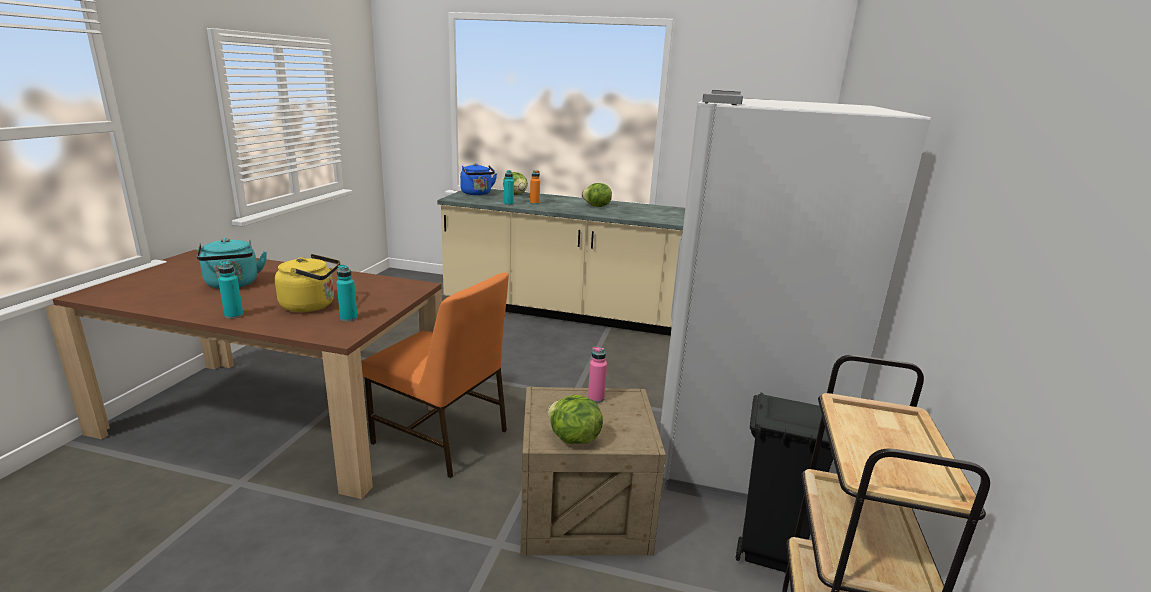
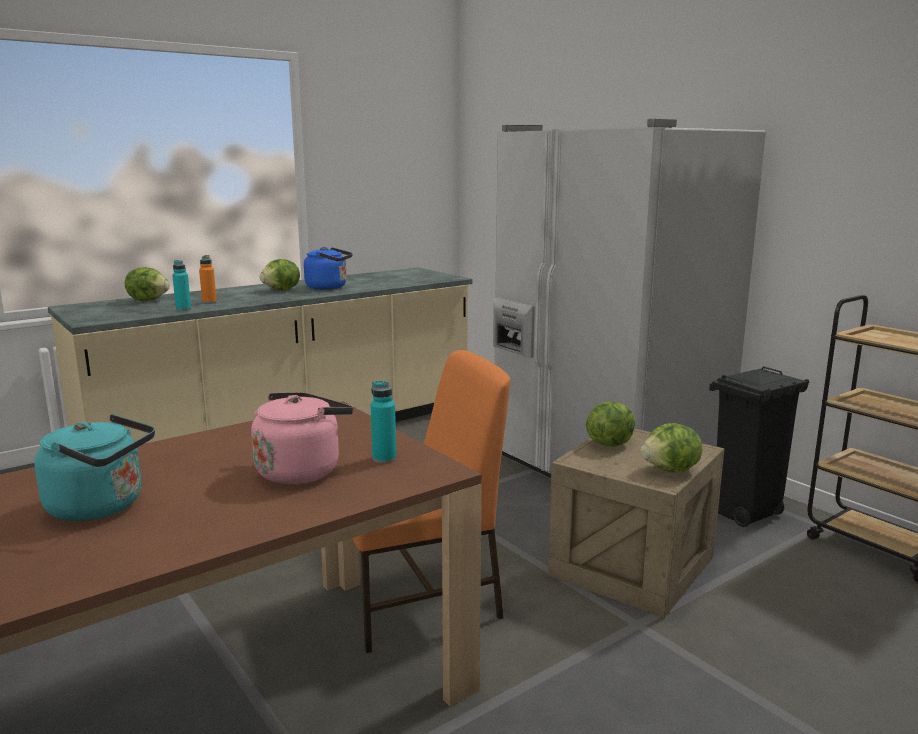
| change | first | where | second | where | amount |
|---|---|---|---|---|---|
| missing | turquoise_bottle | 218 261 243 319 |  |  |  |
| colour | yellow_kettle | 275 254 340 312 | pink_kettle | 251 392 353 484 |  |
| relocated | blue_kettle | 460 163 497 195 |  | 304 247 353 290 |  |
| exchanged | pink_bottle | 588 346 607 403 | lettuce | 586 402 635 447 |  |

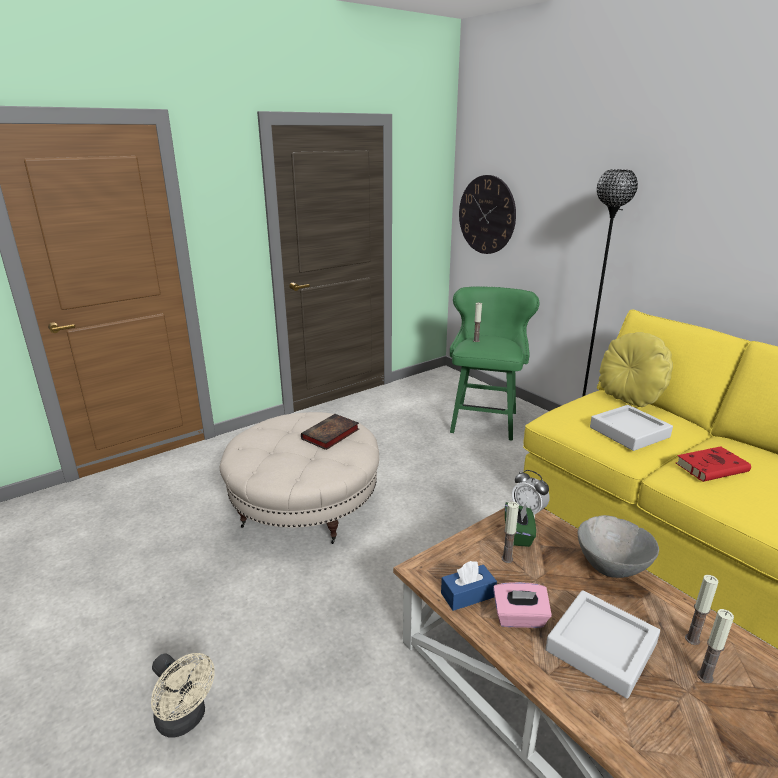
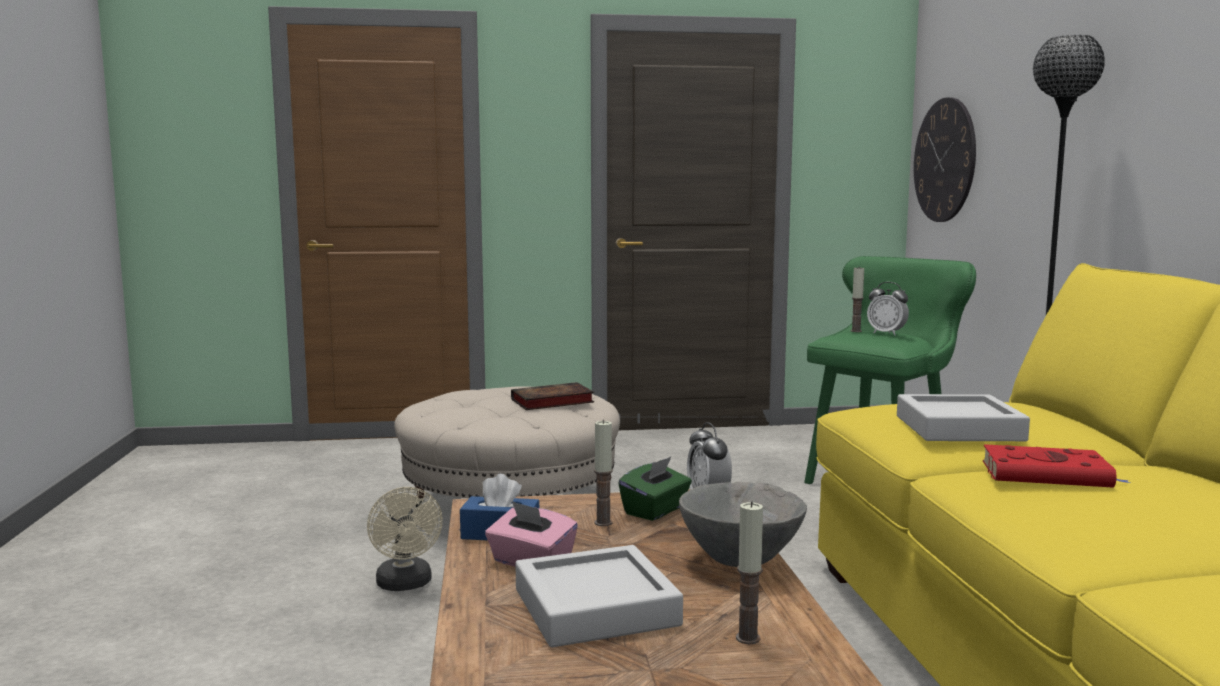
| change | first | where | second | where | amount |
|---|---|---|---|---|---|
| relocated | beige_fan | 151 653 215 738 |  | 367 487 443 591 |  |
| missing | yellow_pillow | 599 332 673 407 |  |  |  |
| missing | candle | 697 609 734 683 |  |  |  |
| appeared |  |  | alarm_clock | 867 282 909 335 |  |

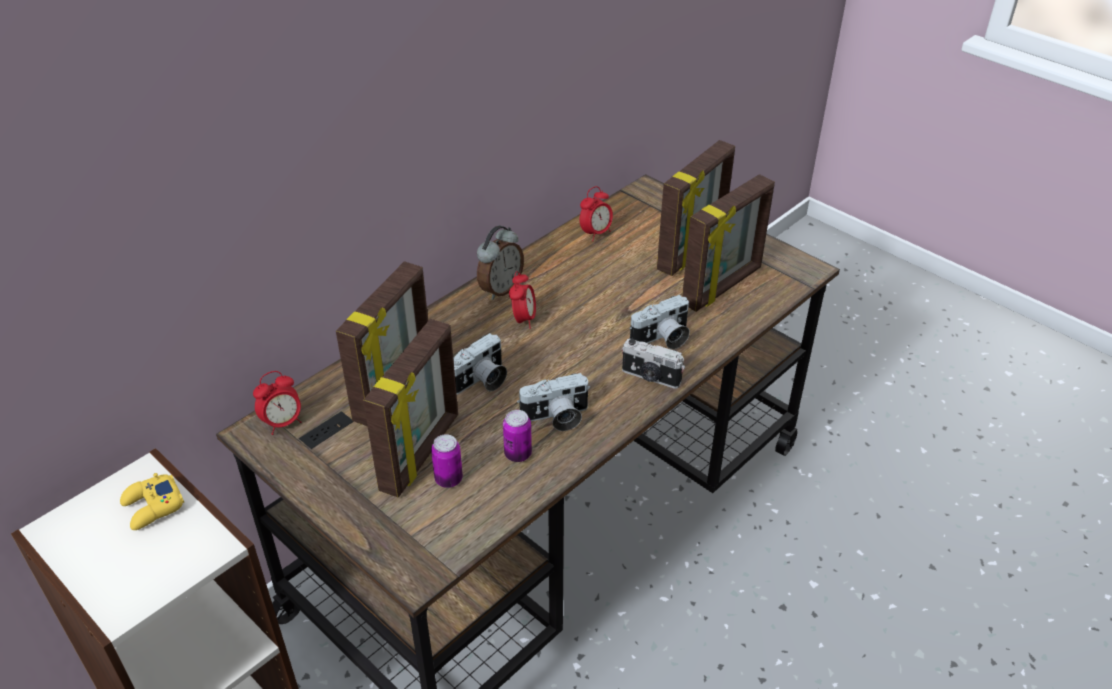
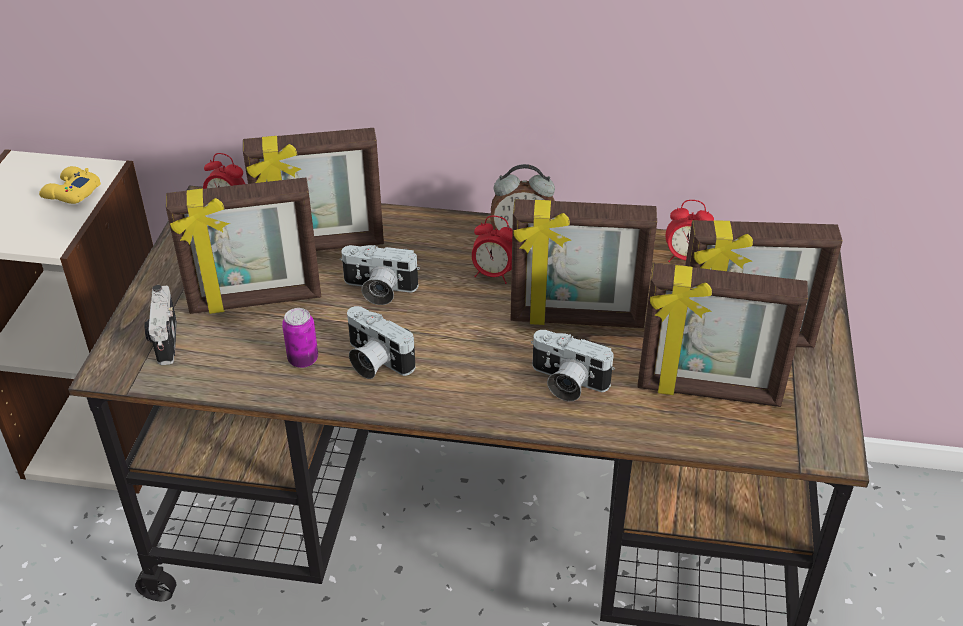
| change | first | where | second | where | amount |
|---|---|---|---|---|---|
| missing | can | 431 434 463 488 |  |  |  |
| spun | alarm_clock | 509 271 536 329 |  | 472 215 513 284 | 45 degrees clockwise |
| relocated | photo_camera | 622 339 685 389 |  | 145 285 177 365 |  |
| appeared |  |  | picture_frame | 511 199 657 328 |  |

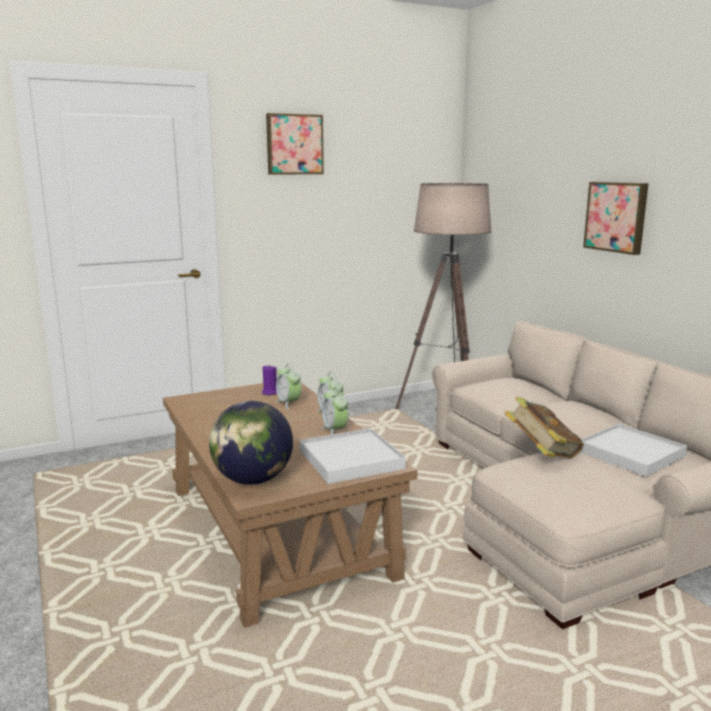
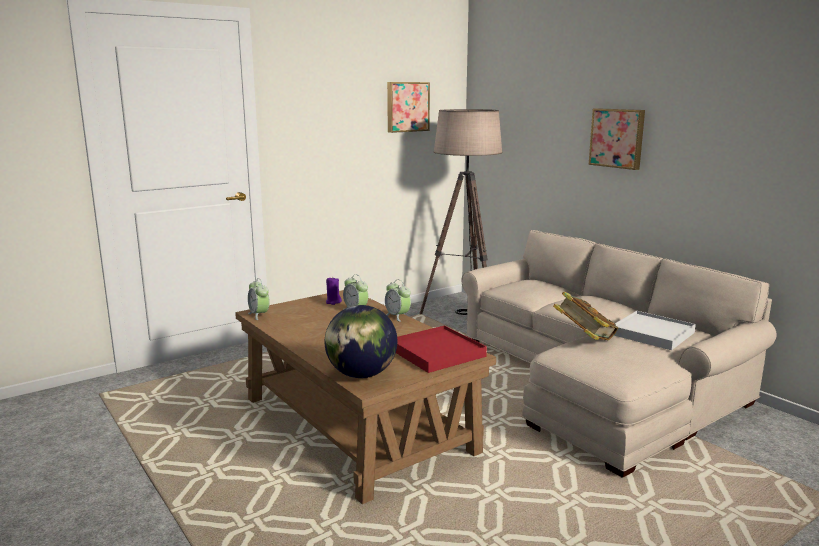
| change | first | where | second | where | amount |
|---|---|---|---|---|---|
| relocated | picture | 266 113 324 175 |  | 387 82 430 133 |  |
| colour | white_tray | 300 428 406 484 | red_tray | 396 326 487 373 |  |
| relocated | alarm_clock | 322 387 348 435 |  | 248 278 270 320 |  |

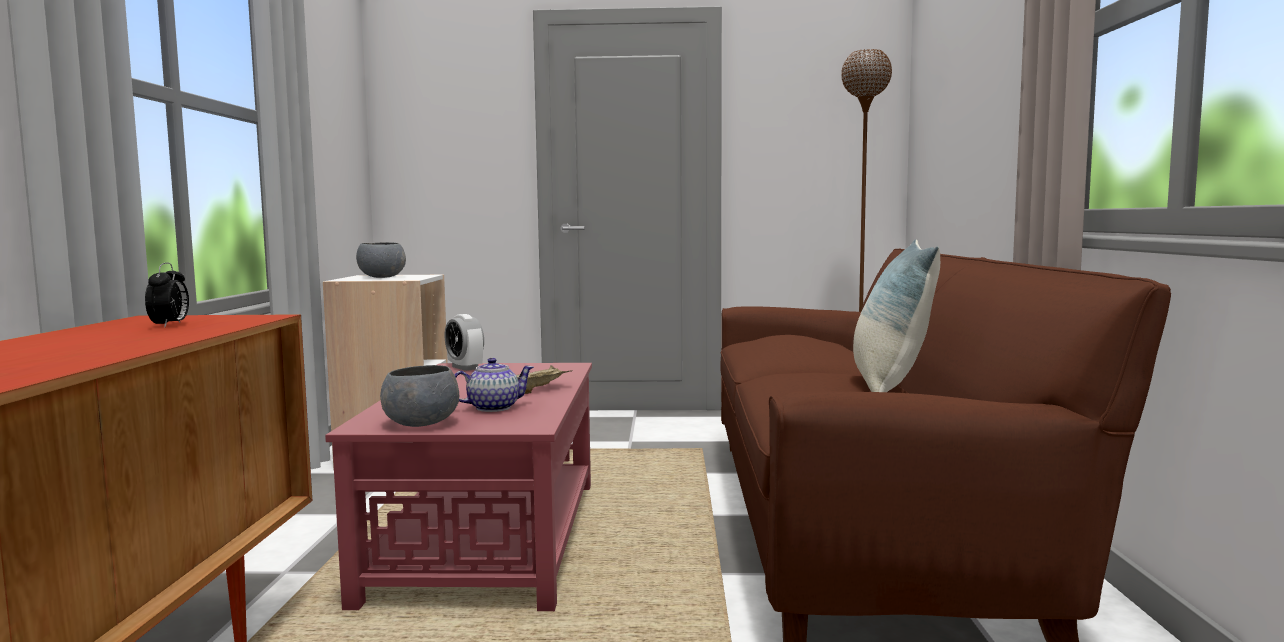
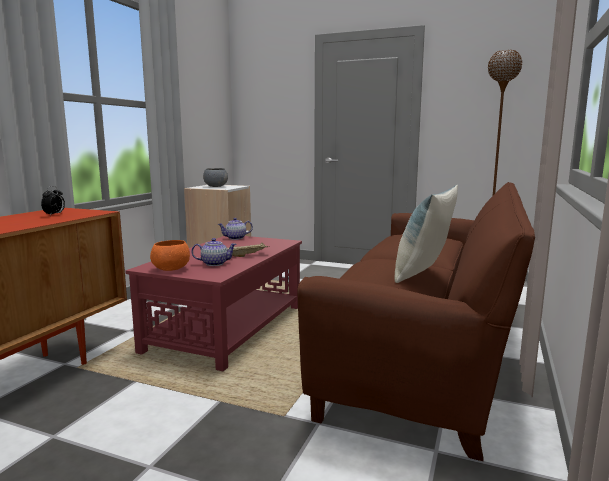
| change | first | where | second | where | amount |
|---|---|---|---|---|---|
| colour | grey_bowl | 380 365 459 427 | orange_bowl | 150 240 190 271 |  |
| exchanged | alarm_clock | 445 314 484 371 | teapot | 218 218 253 240 |  |

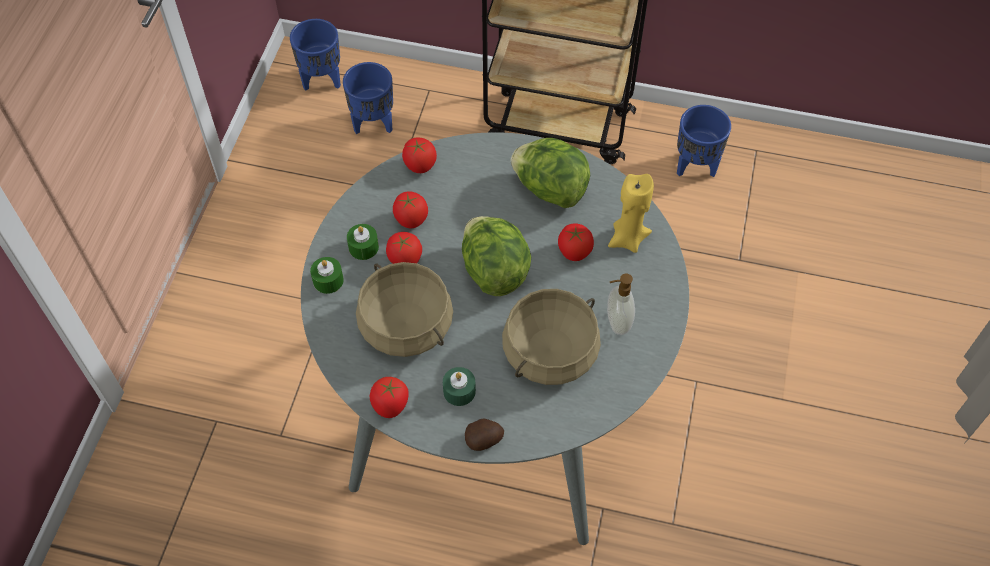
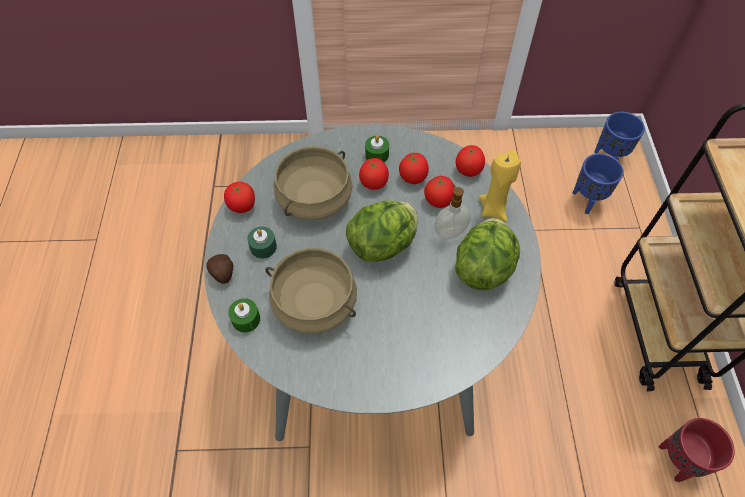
| change | first | where | second | where | amount |
|---|---|---|---|---|---|
| relocated | green_candle | 310 257 344 294 |  | 228 298 260 333 |  |
| relocated | tomato | 558 223 594 261 |  | 424 176 454 208 |  |
| relocated | soap_dispenser | 607 273 635 335 |  | 434 183 471 239 |  |
| relocated | yellow_candle | 608 174 654 253 |  | 479 150 521 222 |  |
| colour | blue_planter | 677 105 731 177 | red_planter | 659 418 735 482 |  |

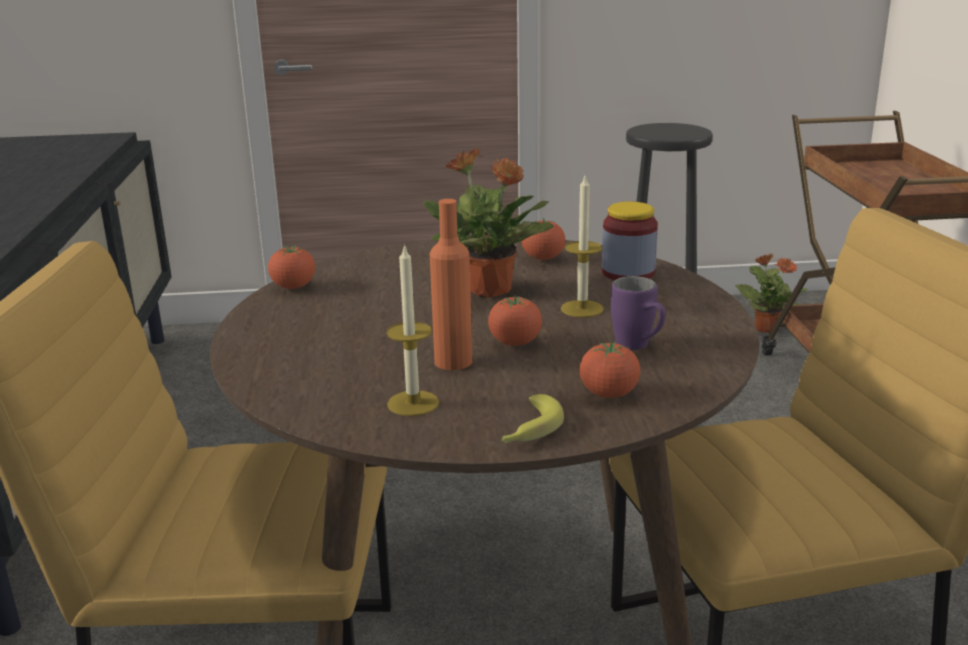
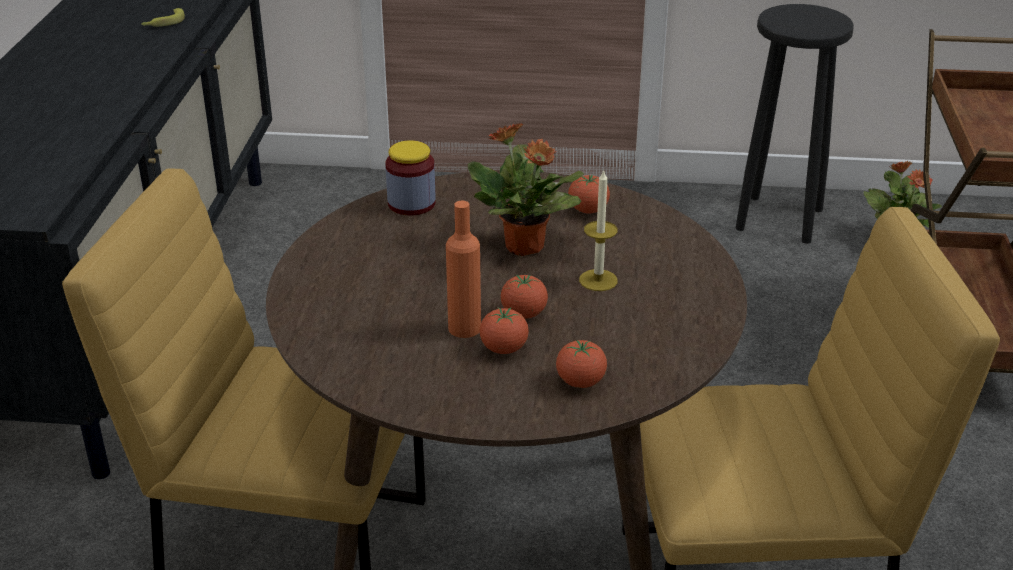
| change | first | where | second | where | amount |
|---|---|---|---|---|---|
| relocated | tomato | 268 245 315 289 |  | 479 307 529 354 |  |
| missing | candle | 386 244 439 416 |  |  |  |
| relocated | banana | 502 394 564 443 |  | 141 8 185 27 |  |
| relocated | jar | 602 201 658 280 |  | 385 140 436 215 |  |
| missing | purple_mug | 611 276 665 350 |  |  |  |

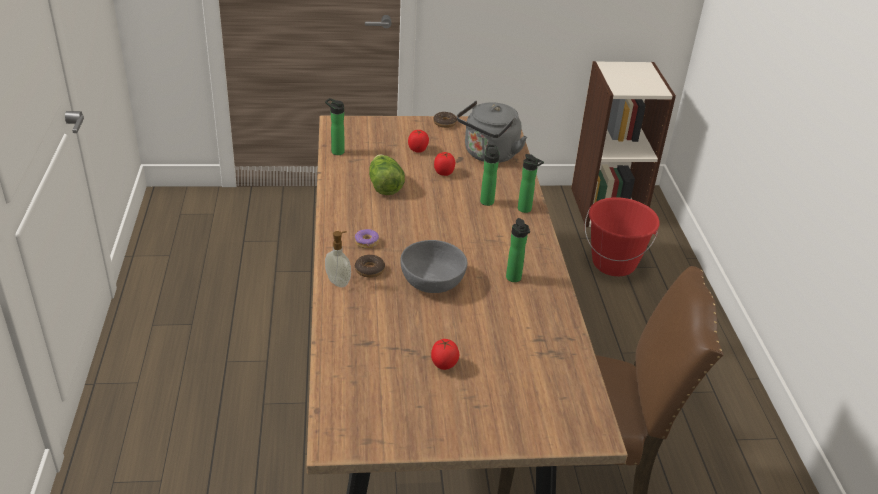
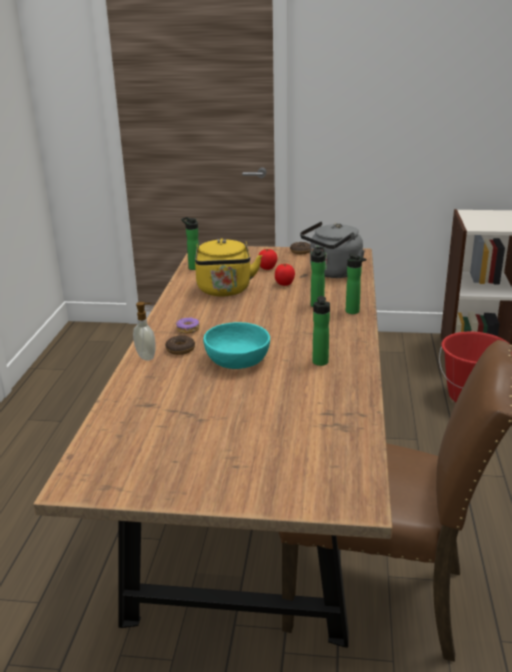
| change | first | where | second | where | amount |
|---|---|---|---|---|---|
| exchanged | lettuce | 369 154 405 195 | yellow_kettle | 195 238 262 296 |  |
| colour | grey_bowl | 400 240 467 293 | turquoise_bowl | 203 322 270 369 |  |
| missing | tomato | 431 339 459 370 |  |  |  |

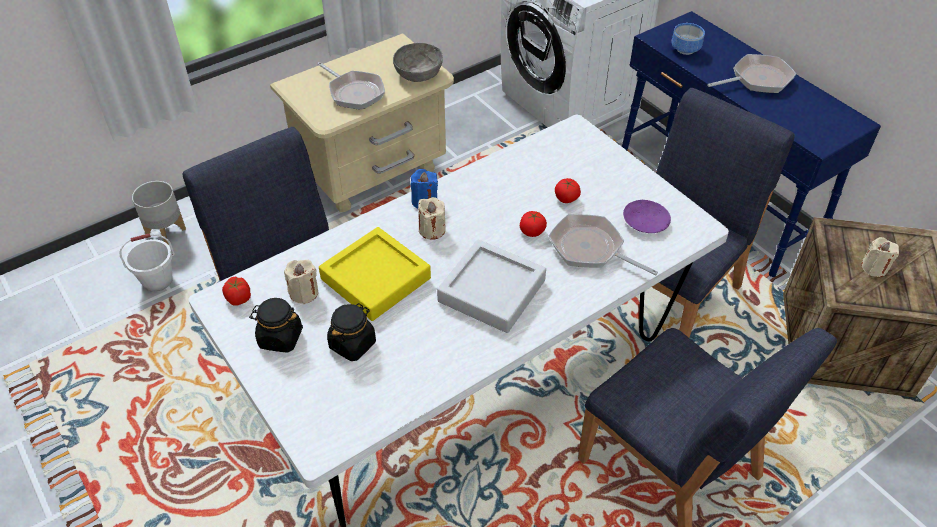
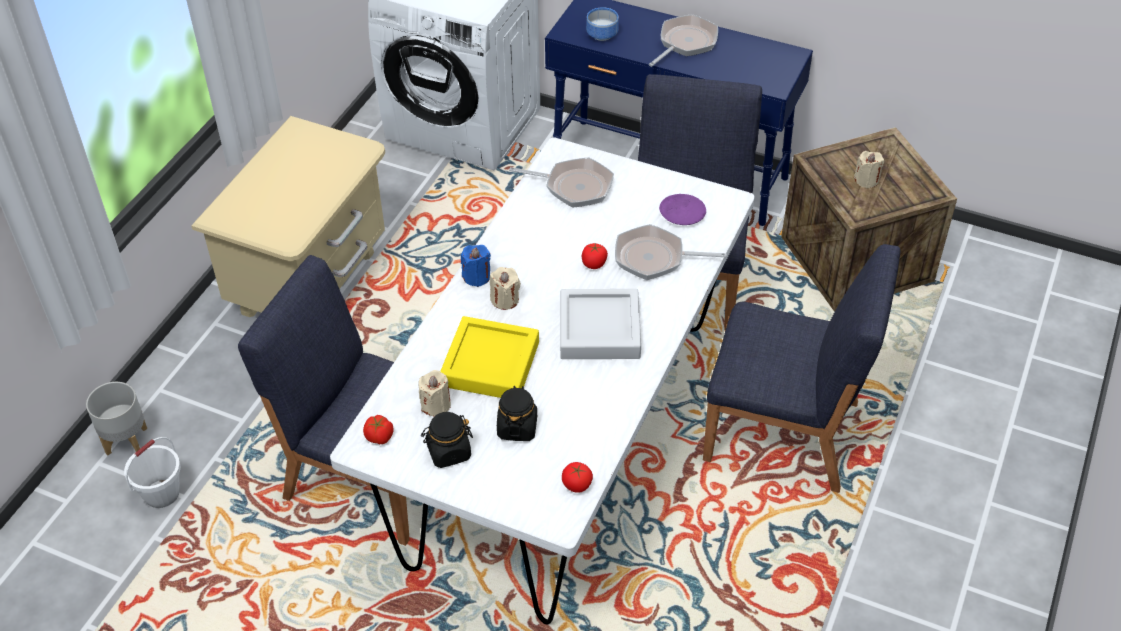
| change | first | where | second | where | amount |
|---|---|---|---|---|---|
| relocated | frying_pan | 318 62 385 110 |  | 509 157 614 207 |  |
| missing | grey_bowl | 393 43 443 82 |  |  |  |
| relocated | tomato | 555 178 581 203 |  | 562 462 593 493 |  |

